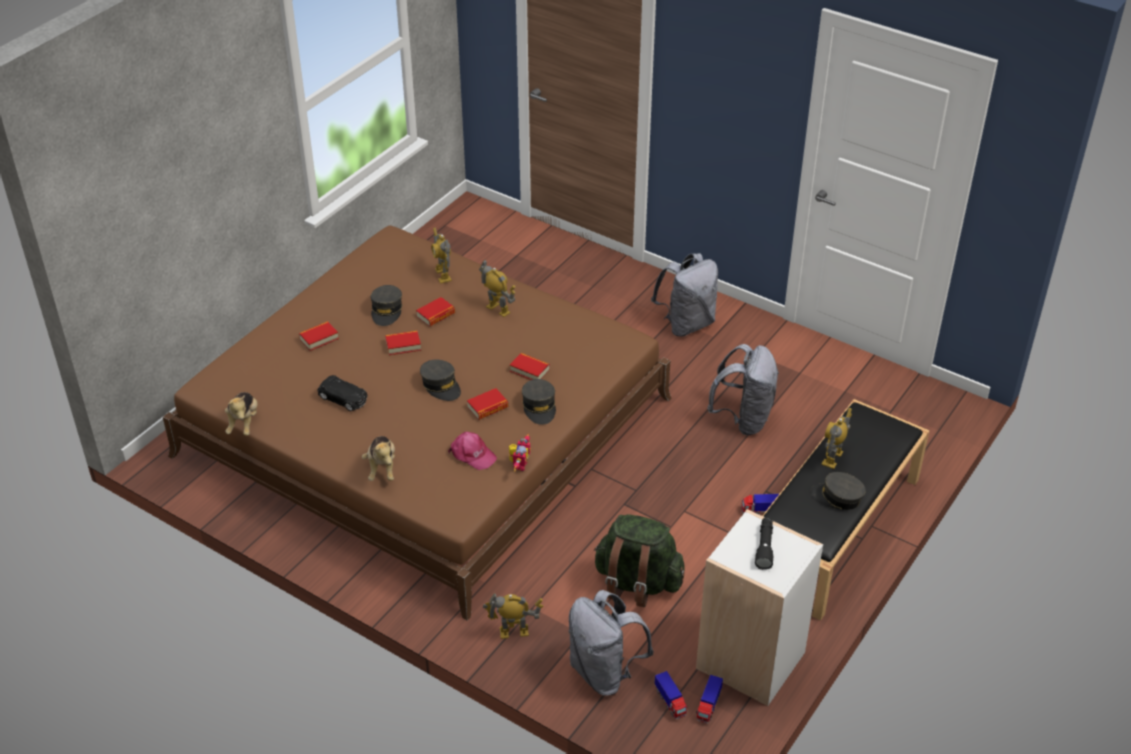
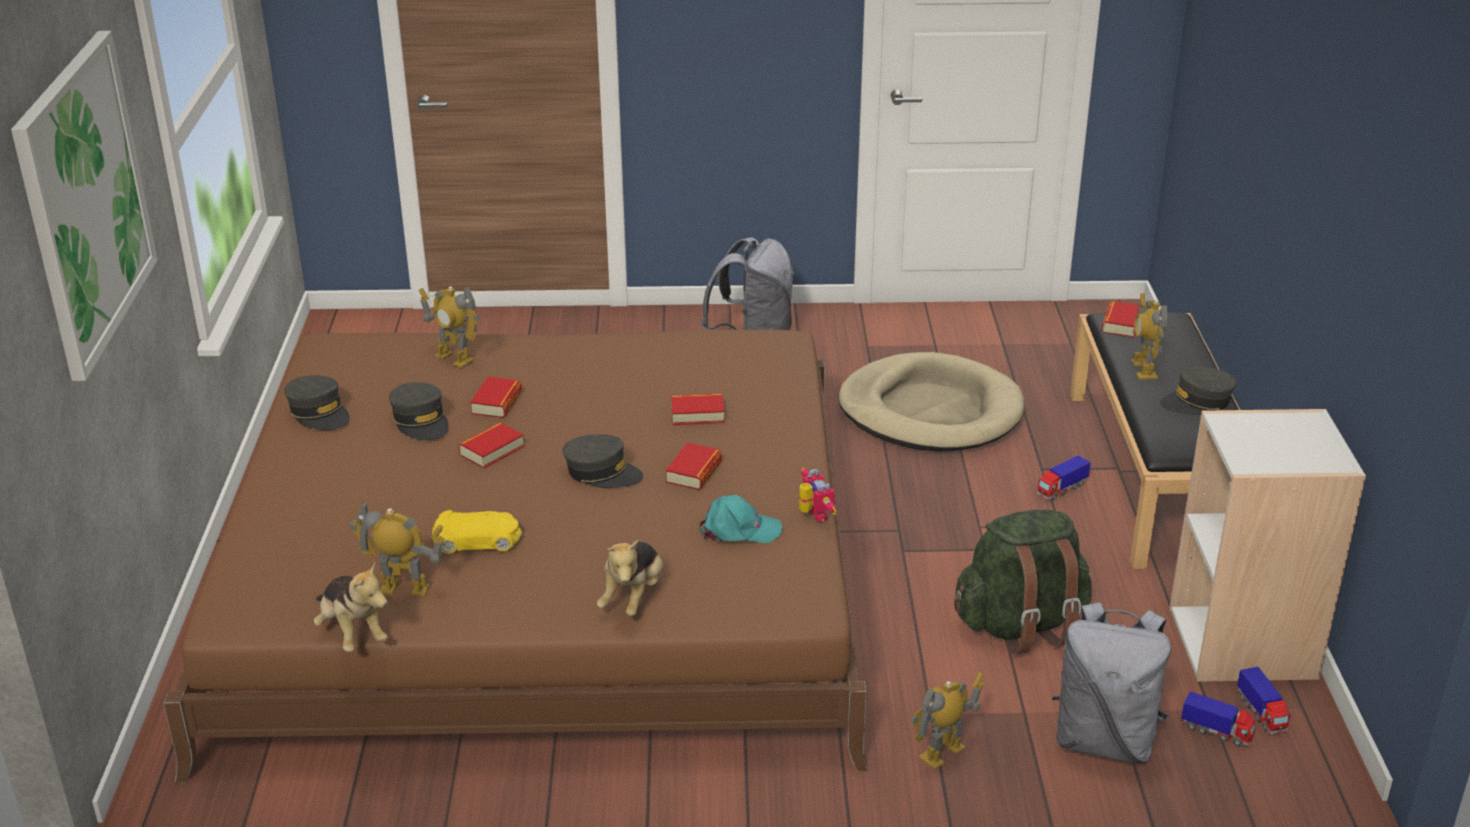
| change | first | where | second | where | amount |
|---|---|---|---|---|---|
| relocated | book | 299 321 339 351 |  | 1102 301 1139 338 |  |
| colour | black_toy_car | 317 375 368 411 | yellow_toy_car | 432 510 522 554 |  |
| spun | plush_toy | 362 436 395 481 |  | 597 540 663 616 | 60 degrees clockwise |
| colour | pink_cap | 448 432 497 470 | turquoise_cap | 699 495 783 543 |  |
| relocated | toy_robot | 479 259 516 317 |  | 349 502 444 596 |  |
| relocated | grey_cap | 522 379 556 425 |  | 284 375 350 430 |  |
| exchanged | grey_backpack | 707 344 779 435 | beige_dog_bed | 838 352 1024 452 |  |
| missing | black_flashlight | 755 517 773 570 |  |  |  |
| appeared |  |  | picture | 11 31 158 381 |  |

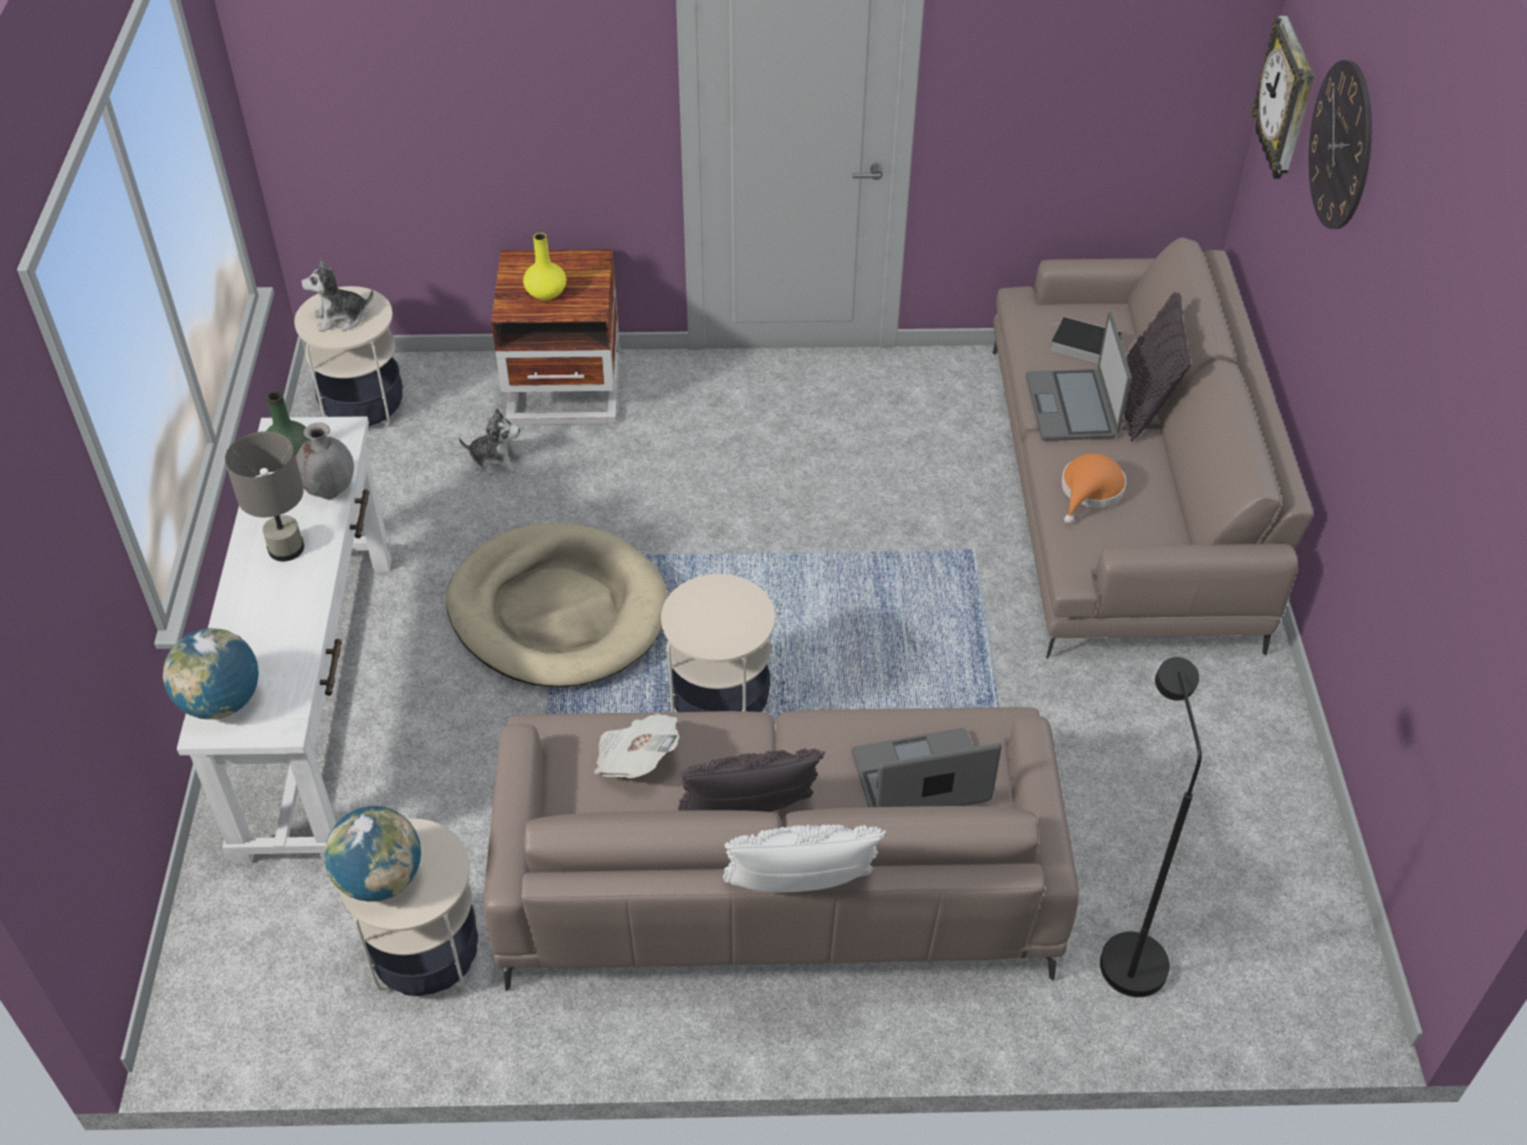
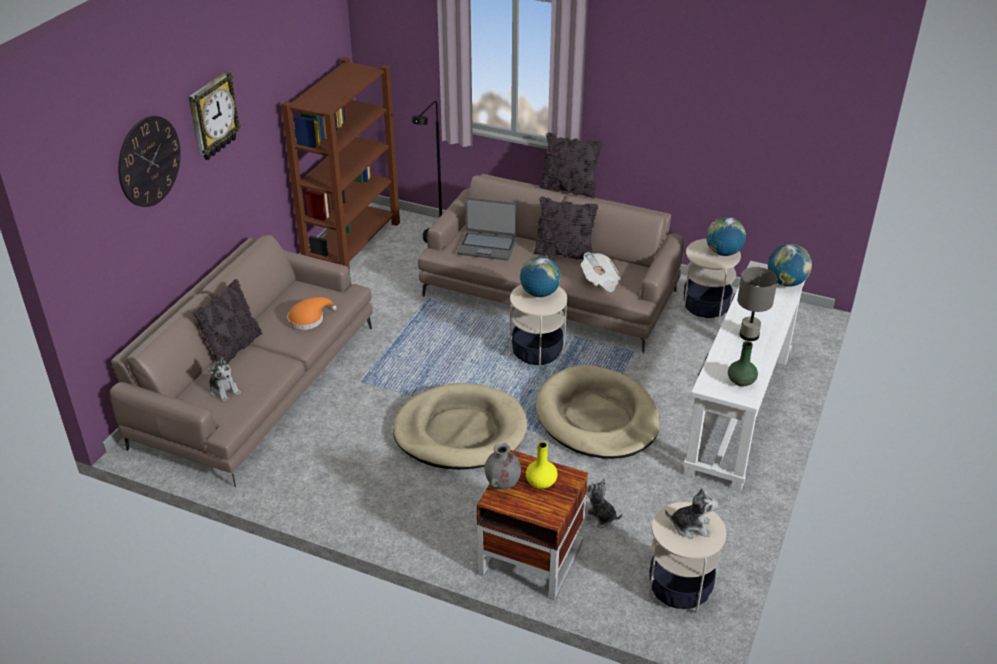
| change | first | where | second | where | amount |
|---|---|---|---|---|---|
| relocated | grey_vase | 296 422 354 499 |  | 485 443 521 490 |  |
| colour | white_pillow | 723 824 886 893 | black_pillow | 540 132 603 198 |  |
| missing | laptop | 1026 312 1131 441 |  |  |  |
| exchanged | book | 1050 316 1122 364 | plush_toy | 208 357 241 402 |  |
| relocated | wall_clock | 1251 16 1314 179 |  | 188 71 241 160 |  |
| appeared |  |  | brown_bookcase | 281 57 400 271 |  |
| appeared |  |  | beige_dog_bed | 393 383 528 470 |  |
| appeared |  |  | globe | 520 256 561 297 |  |

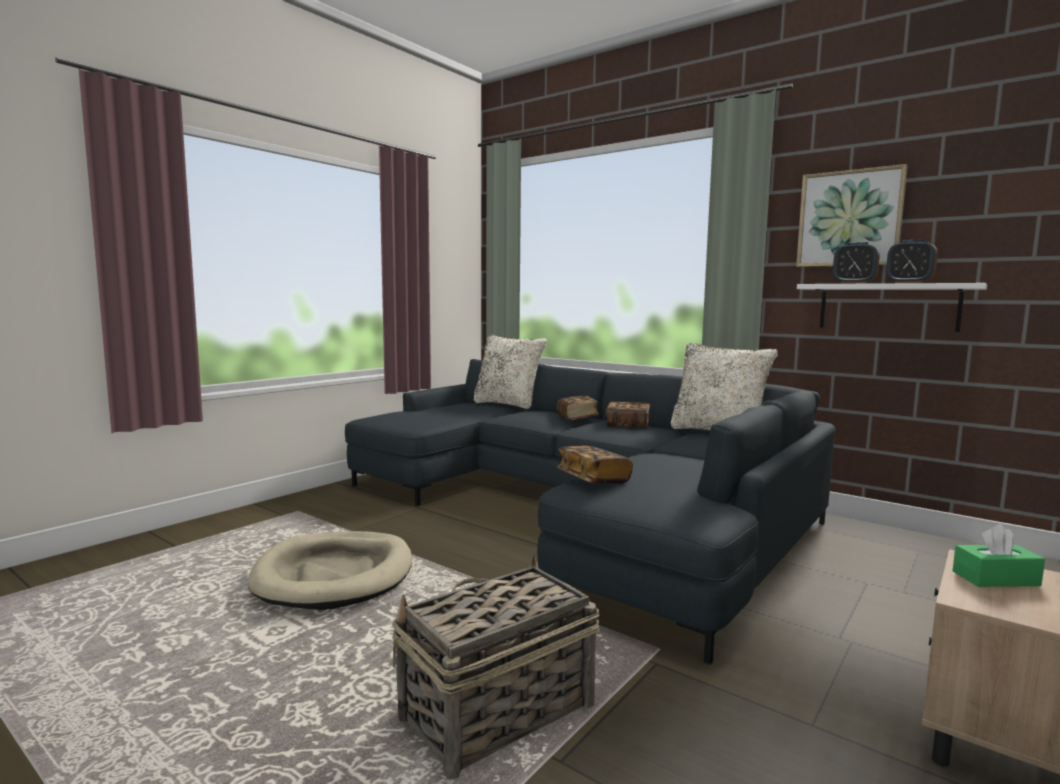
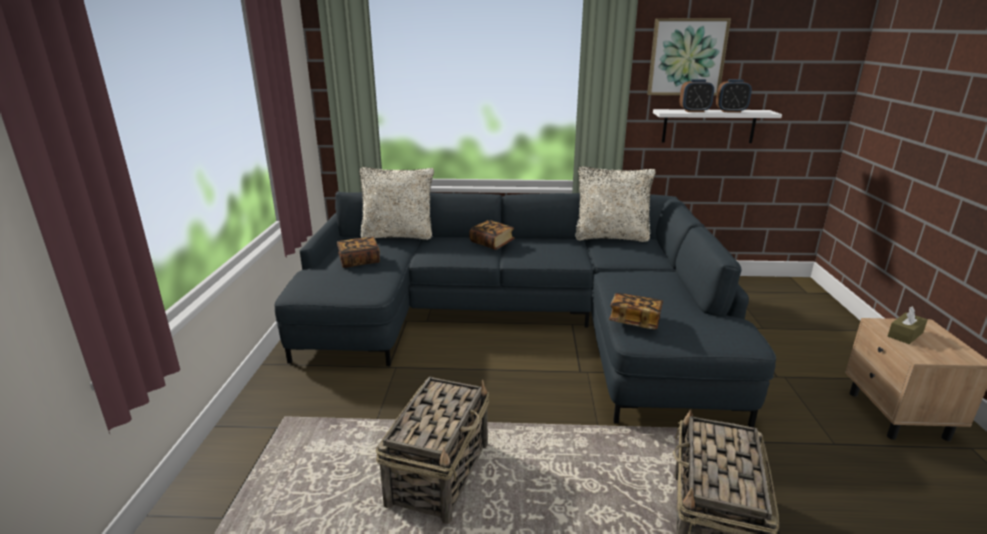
| change | first | where | second | where | amount |
|---|---|---|---|---|---|
| exchanged | beige_dog_bed | 248 531 412 610 | basket | 376 377 489 524 |  |
| relocated | book | 606 401 650 428 |  | 337 237 380 268 |  |
| colour | green_tissue_box | 953 524 1045 587 | brown_tissue_box | 888 306 928 344 |  |

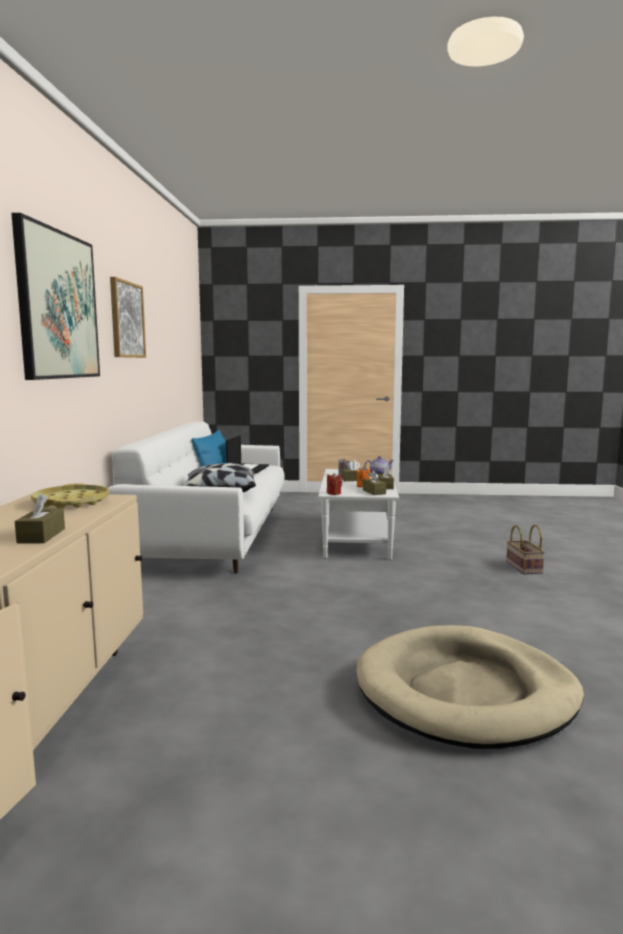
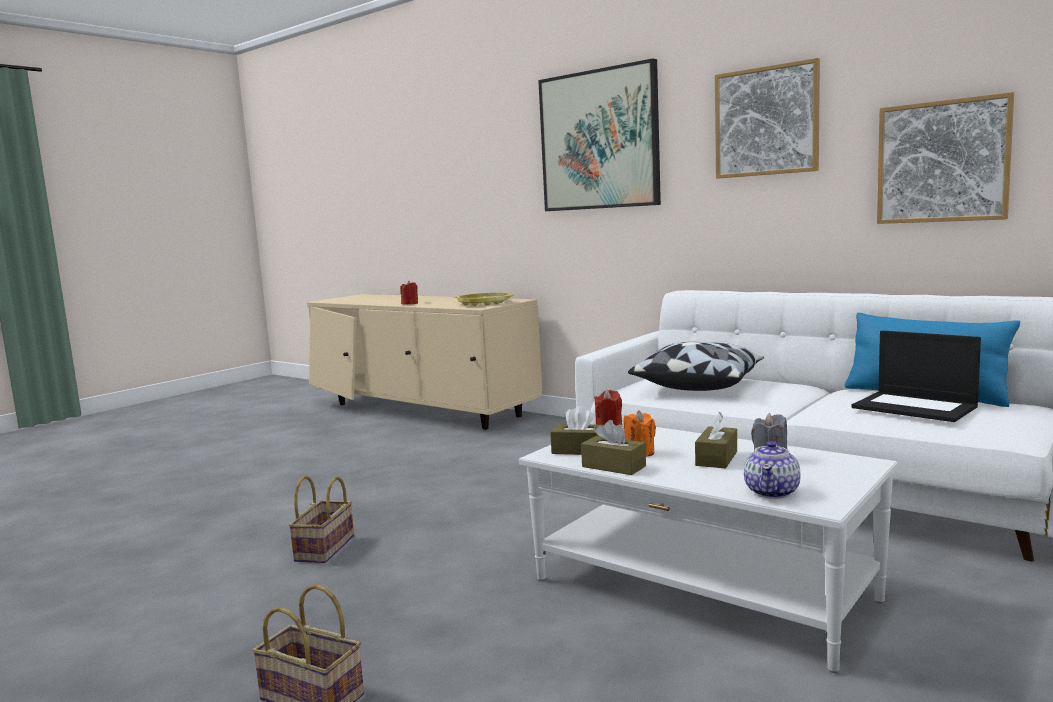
| change | first | where | second | where | amount |
|---|---|---|---|---|---|
| exchanged | brown_tissue_box | 15 493 65 543 | red_candle | 400 281 418 305 |  |
| missing | beige_dog_bed | 356 625 584 749 |  |  |  |
| appeared |  |  | basket | 288 476 354 563 |  |
| appeared |  |  | picture | 877 92 1014 224 |  |

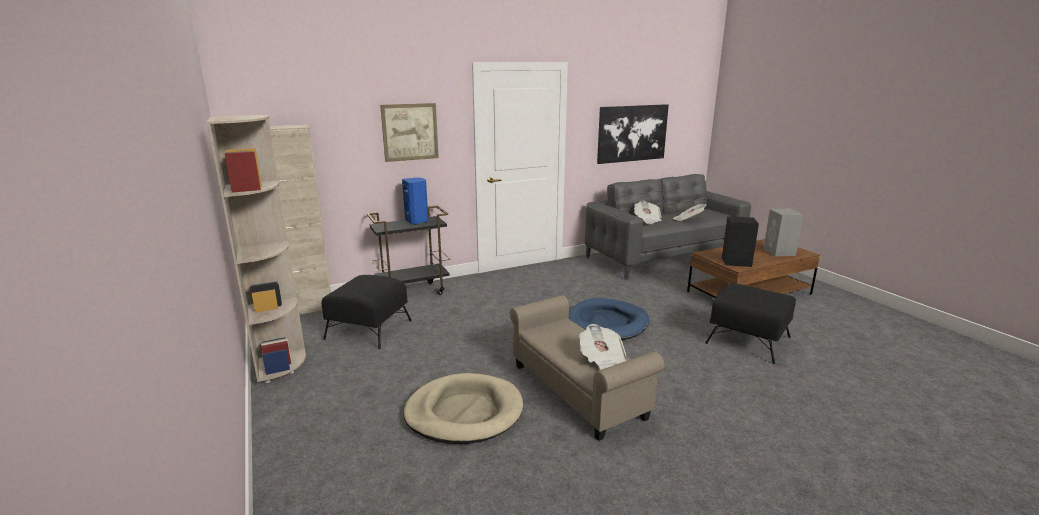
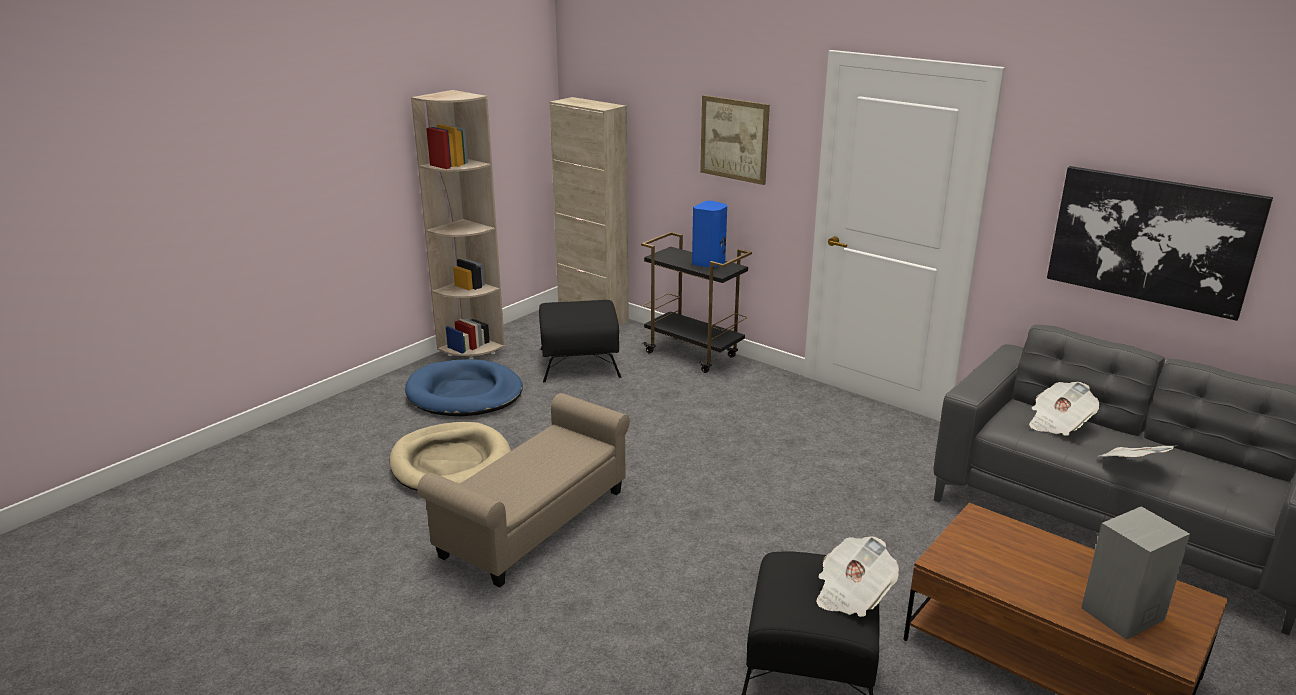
| change | first | where | second | where | amount |
|---|---|---|---|---|---|
| relocated | blue_dog_bed | 569 298 649 340 |  | 405 359 523 416 |  |
| relocated | newspaper | 579 324 627 370 |  | 816 536 899 617 |  |
| missing | black_speaker | 722 216 759 267 |  |  |  |

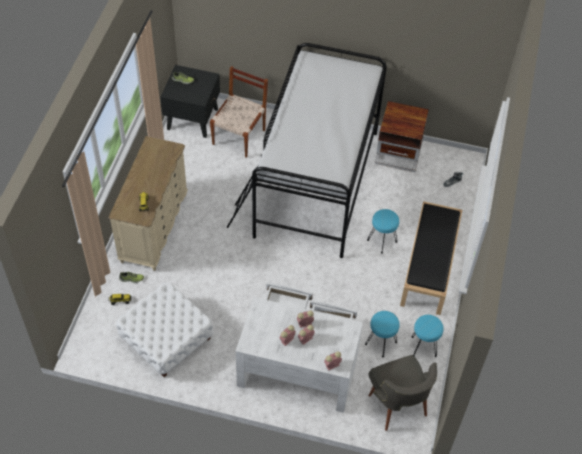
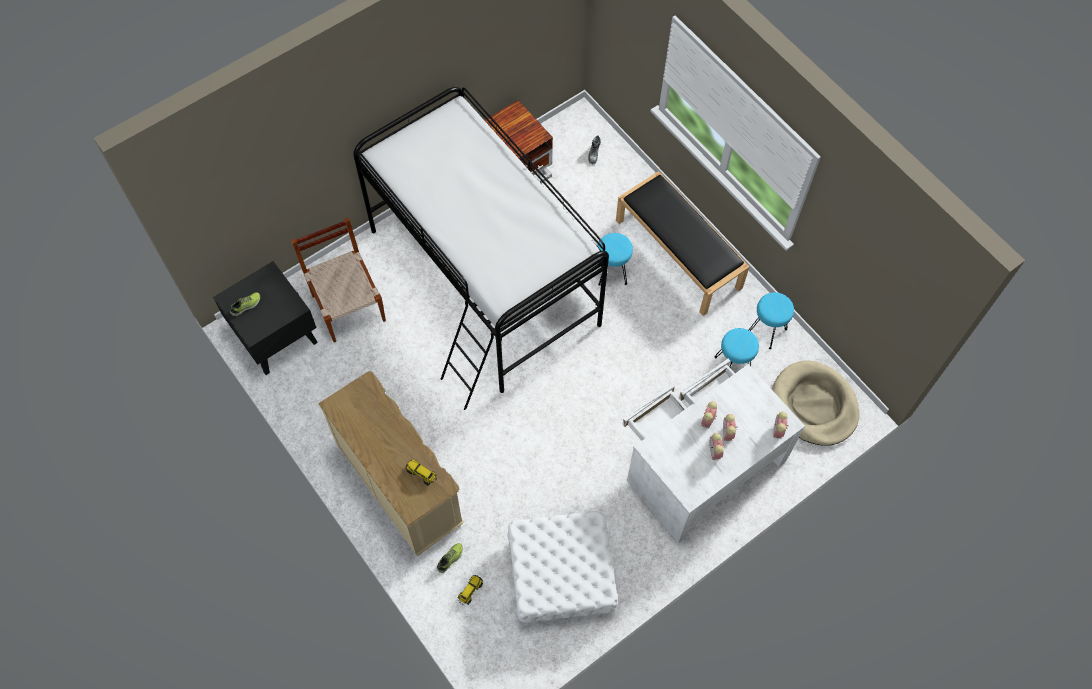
| change | first | where | second | where | amount |
|---|---|---|---|---|---|
| exchanged | grey_chair | 369 355 437 431 | beige_dog_bed | 772 360 859 446 |  |

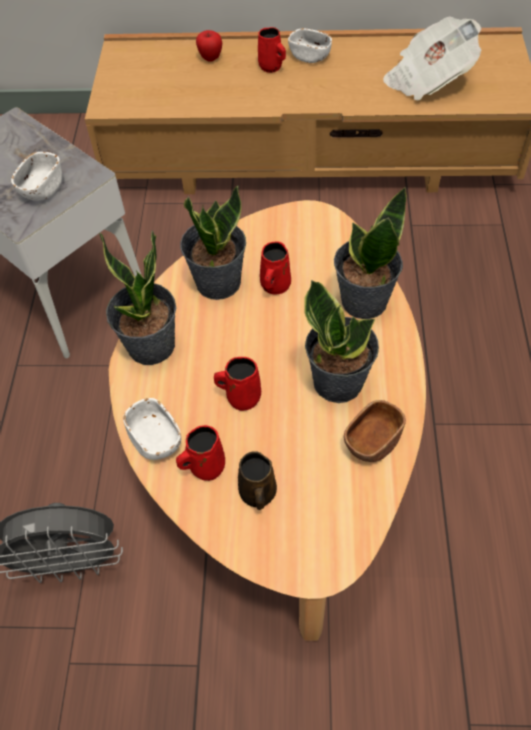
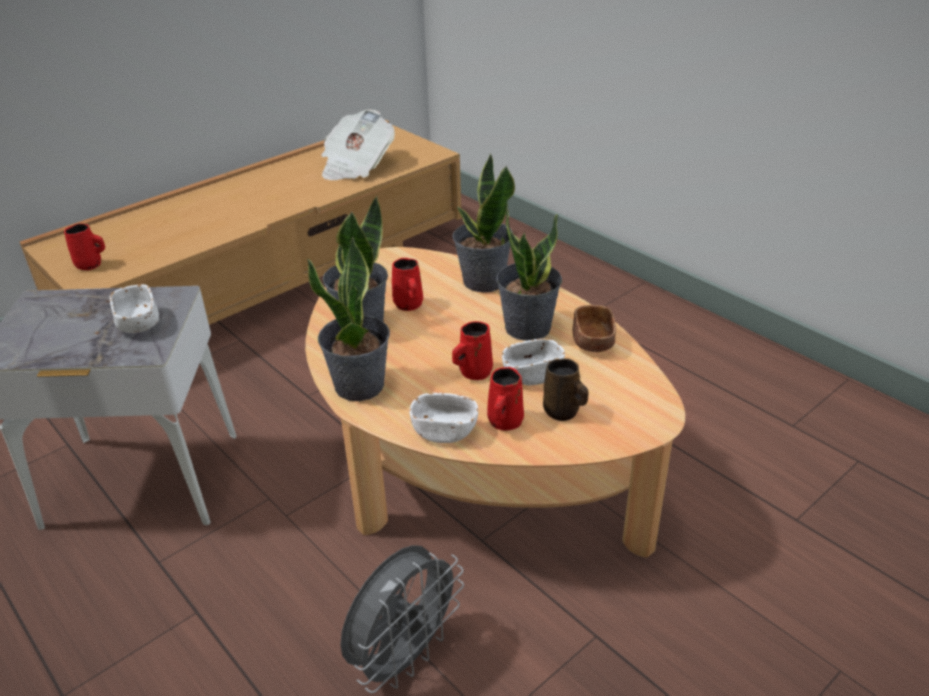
| change | first | where | second | where | amount |
|---|---|---|---|---|---|
| missing | apple | 196 30 222 62 |  |  |  |
| relocated | red_mug | 258 27 286 73 |  | 64 223 105 270 |  |
| relocated | white_bowl | 288 28 332 63 |  | 502 338 565 385 |  |

